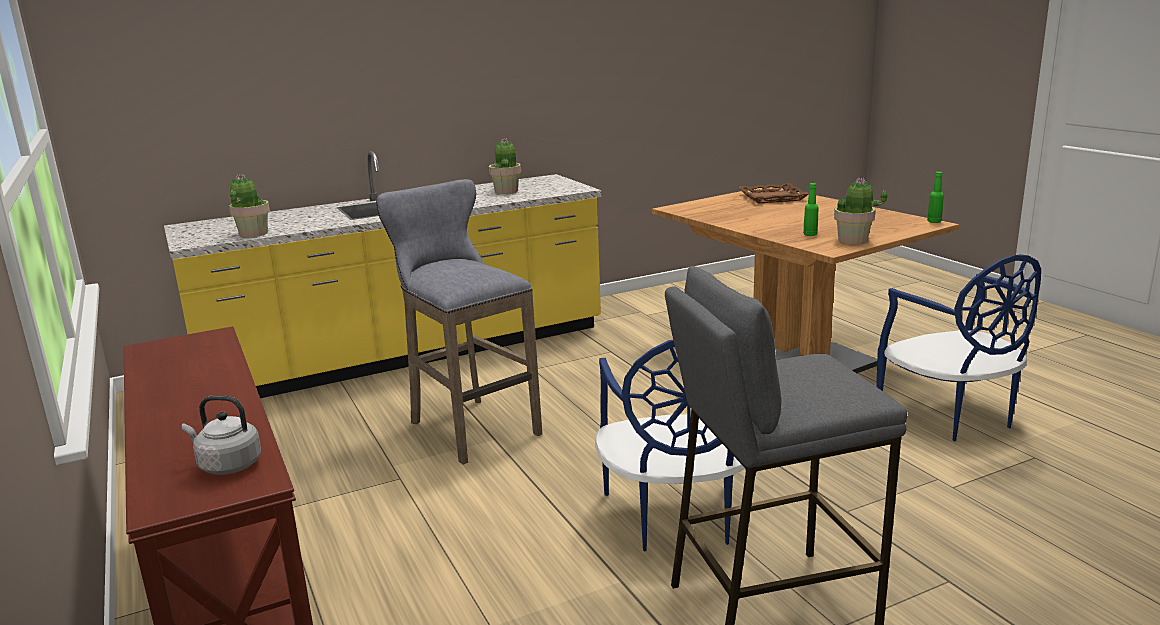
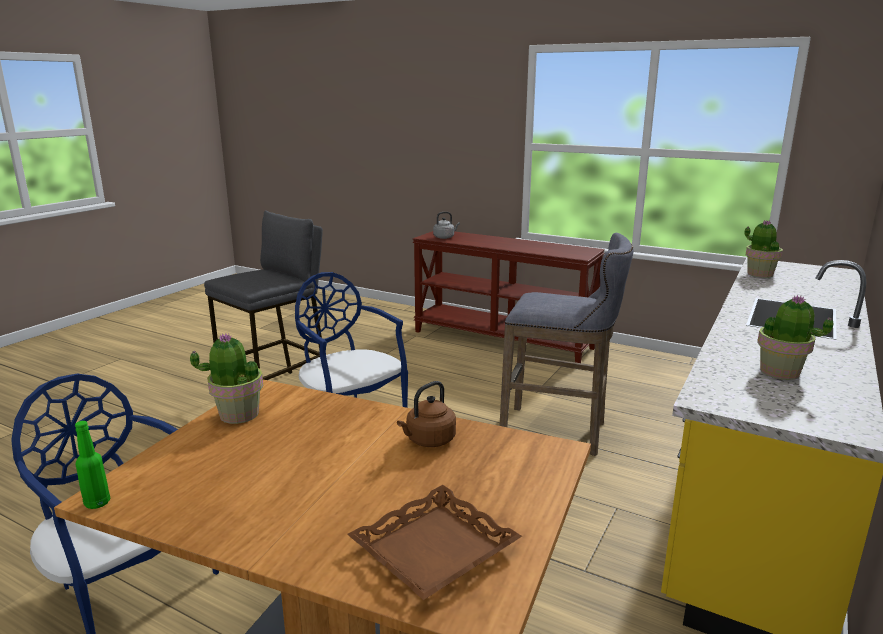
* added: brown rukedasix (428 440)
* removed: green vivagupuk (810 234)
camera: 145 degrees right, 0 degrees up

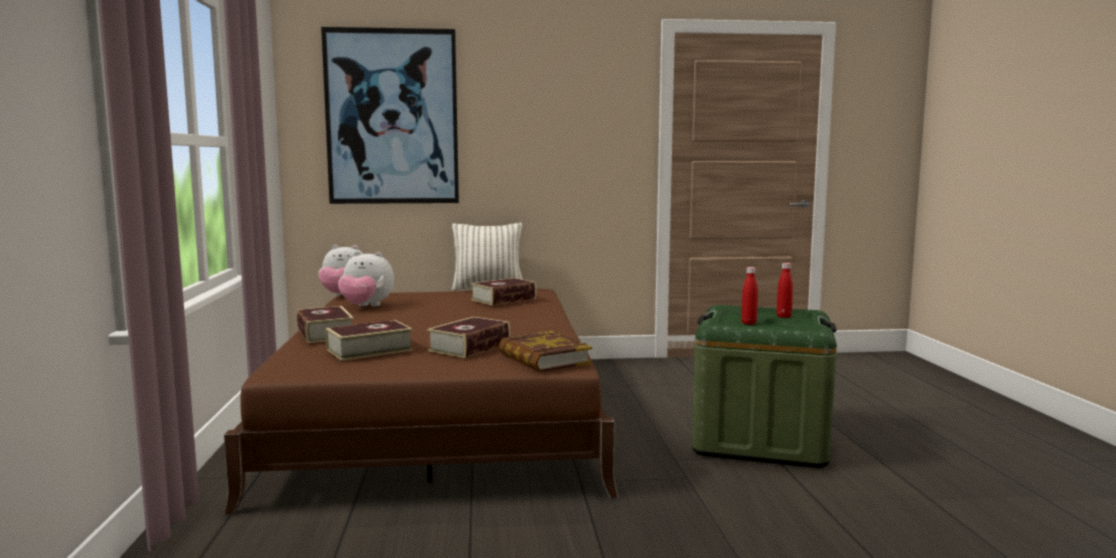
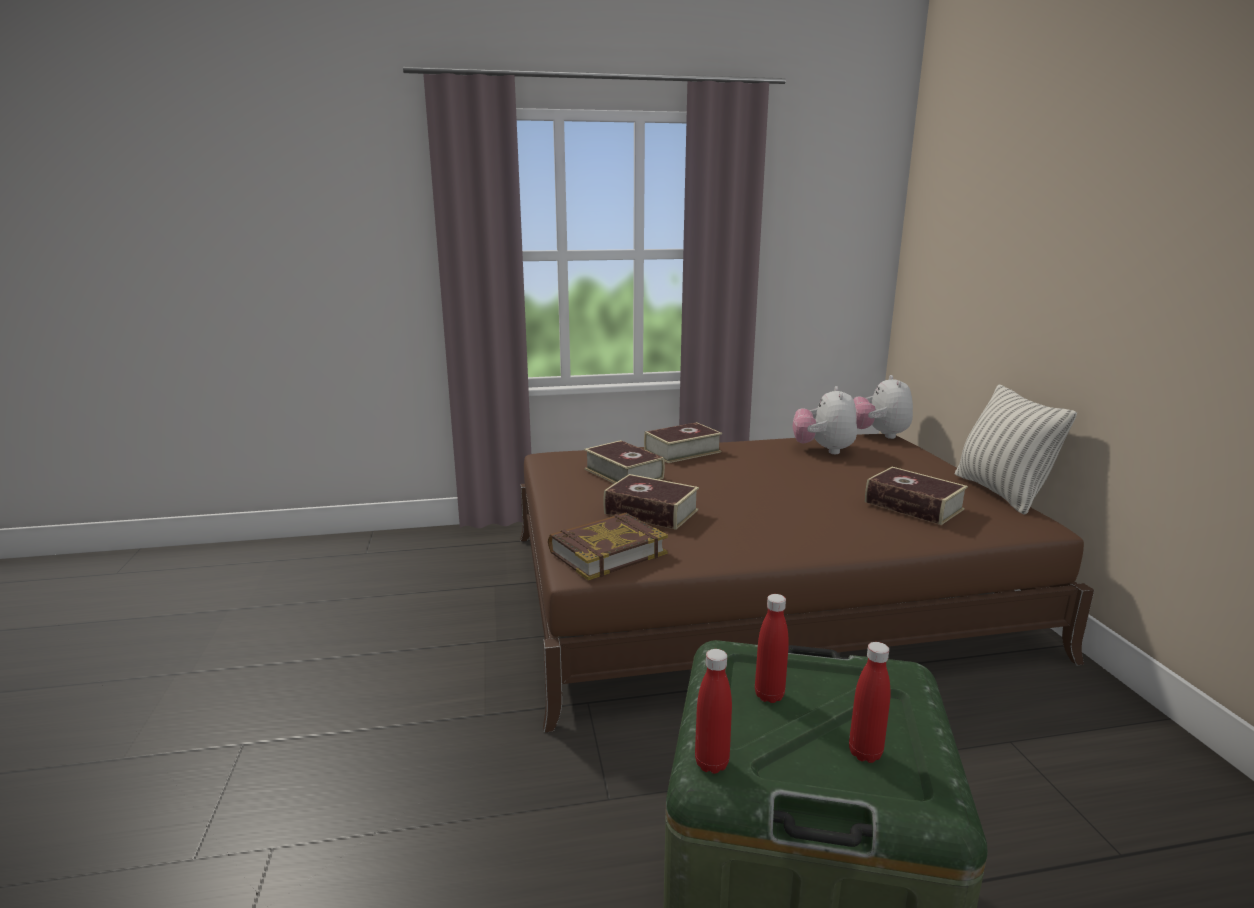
* added: red vivagupuk (711 763)
* removed: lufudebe (392 117)
camera: 85 degrees right, 10 degrees up

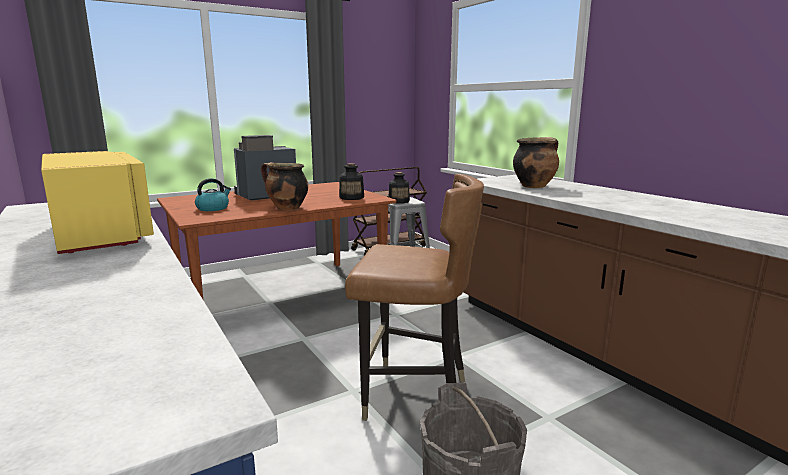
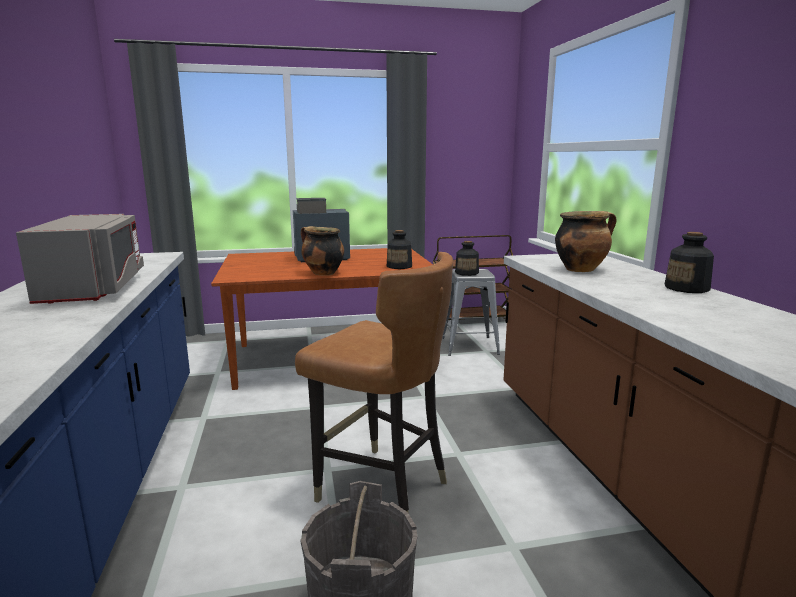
* recoloured: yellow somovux (101 235) to grey somovux (94 289)
* added: vivagupuk (687 288)
* removed: rukedasix (213 208)
camera: 20 degrees right, 0 degrees up

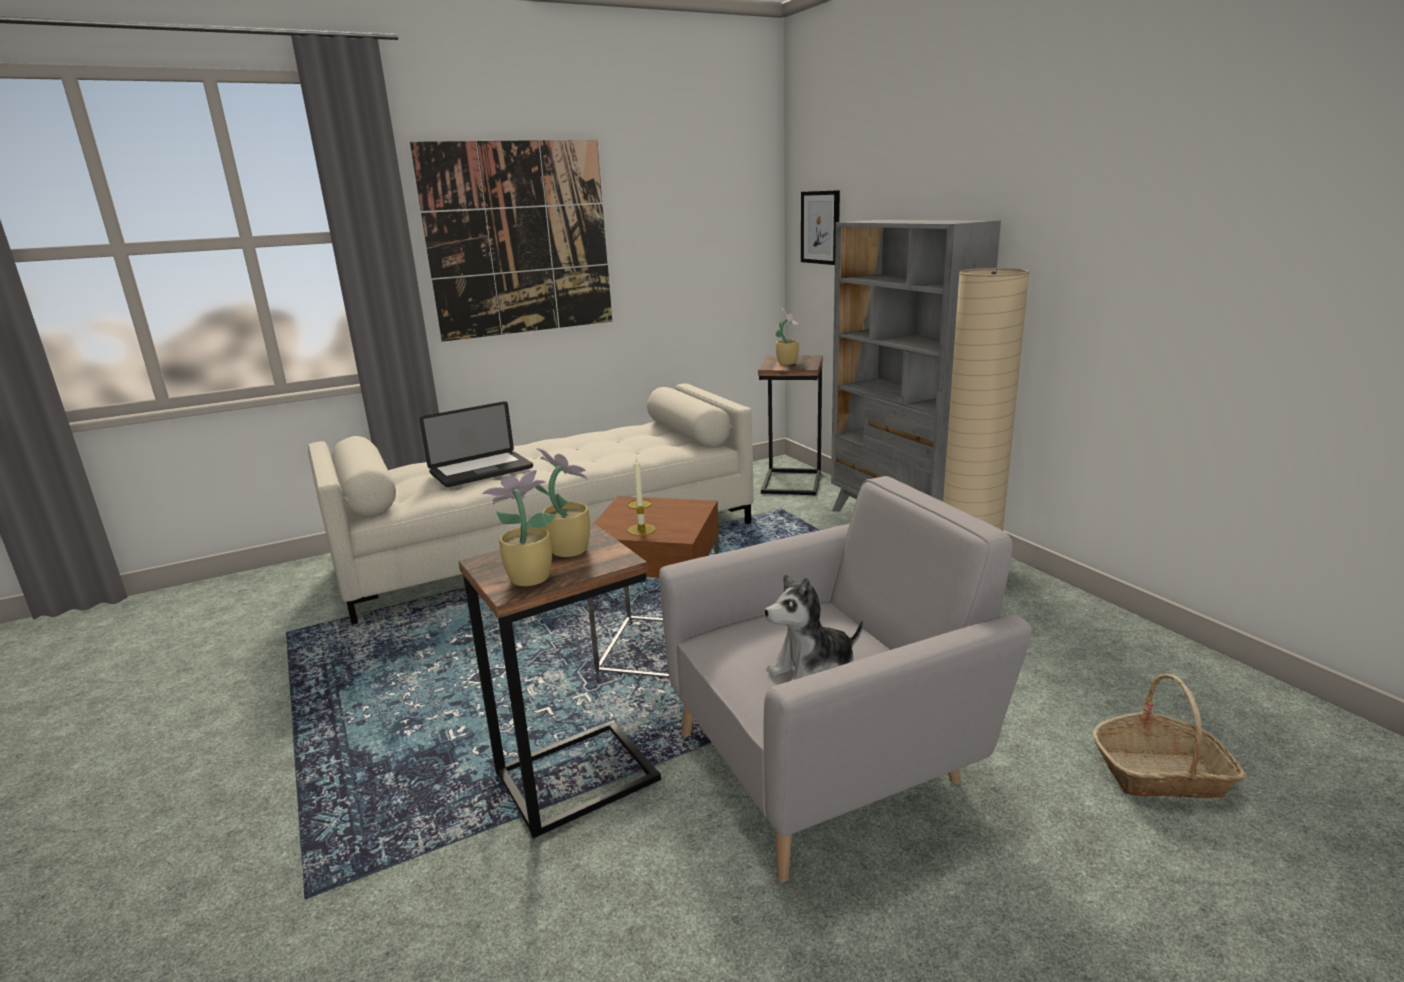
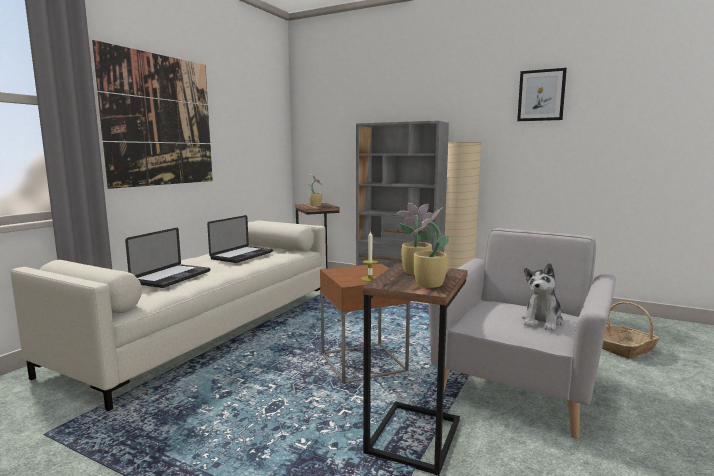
* added: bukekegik (242 255)
* moved: lufudebe (820 227) to (541 95)
camera: 35 degrees left, 10 degrees down

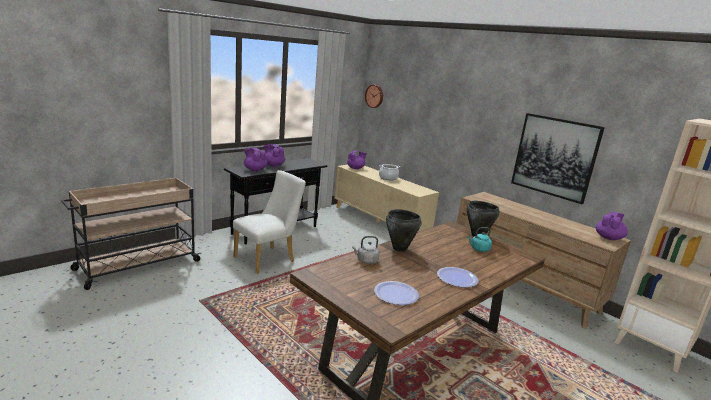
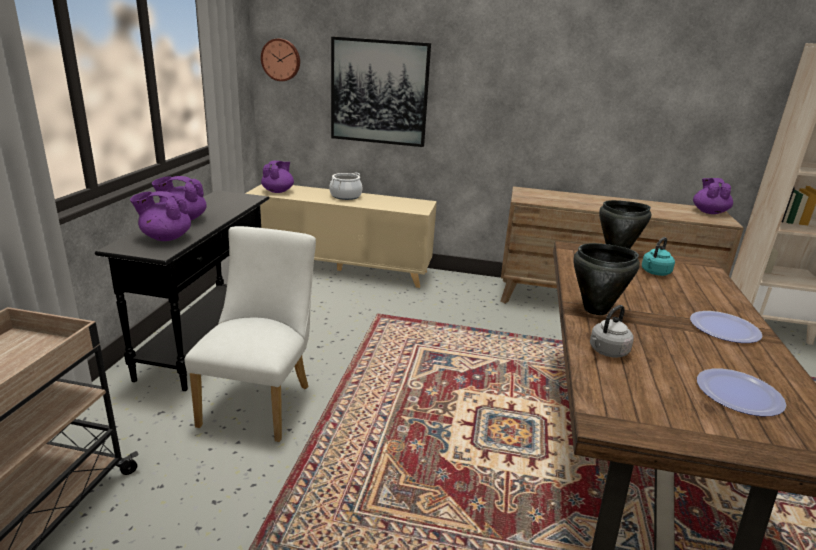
* moved: lufudebe (554 157) to (379 92)
camera: 35 degrees left, 5 degrees up

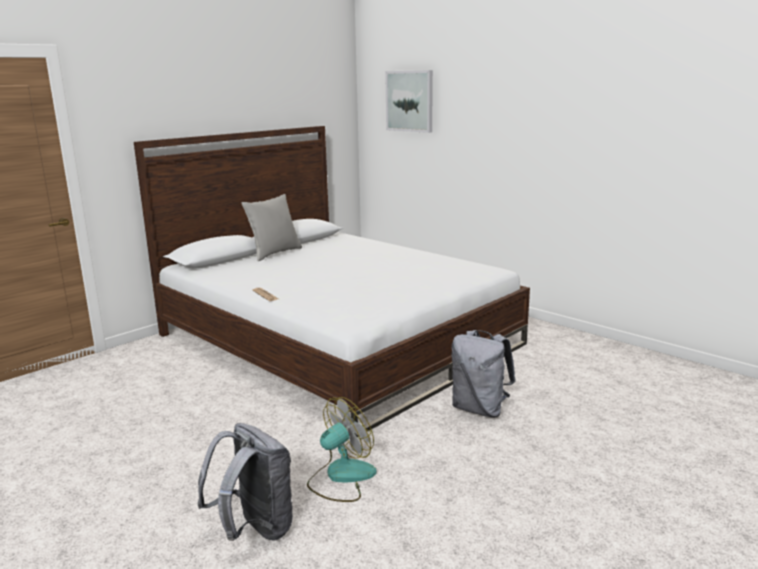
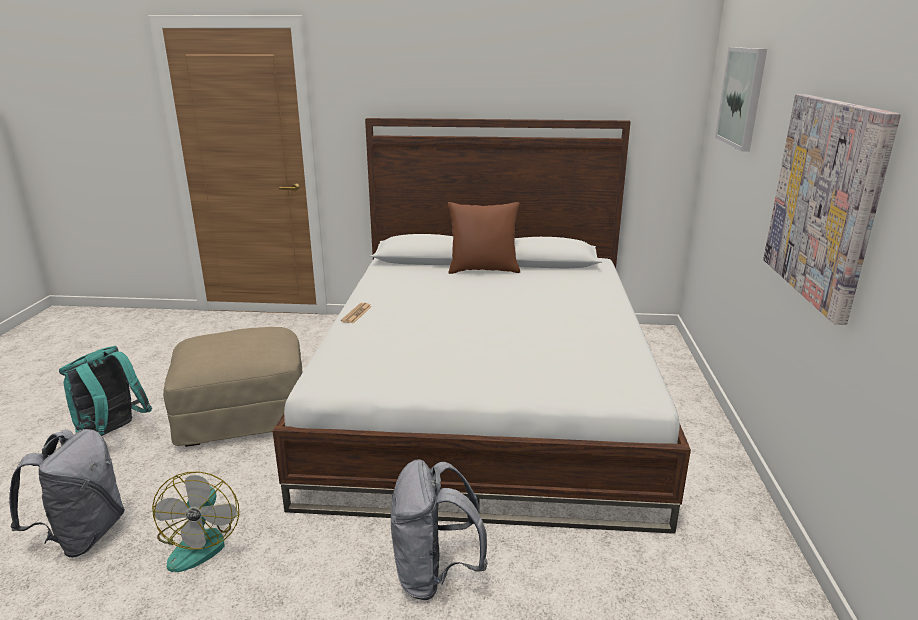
* added: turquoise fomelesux (112 433)
* turned: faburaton (341 477) = (200 541) 75 degrees clockwise
* added: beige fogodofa (244 415)
* recoloured: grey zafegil (274 253) to brown zafegil (483 270)
* added: lufudebe (825 200)
camera: 50 degrees right, 5 degrees up

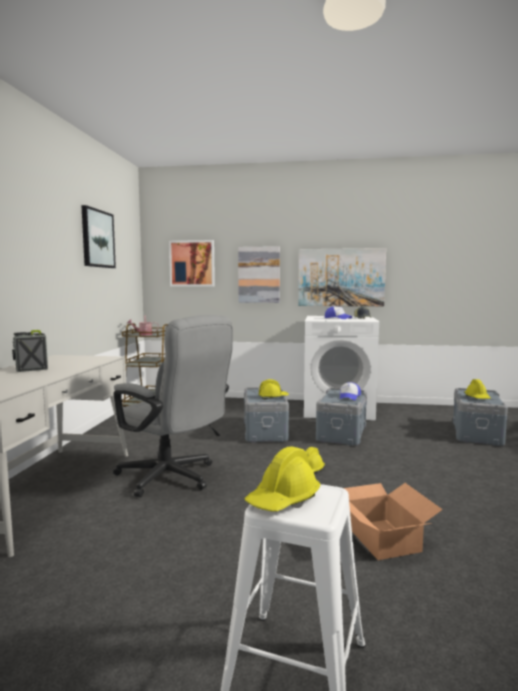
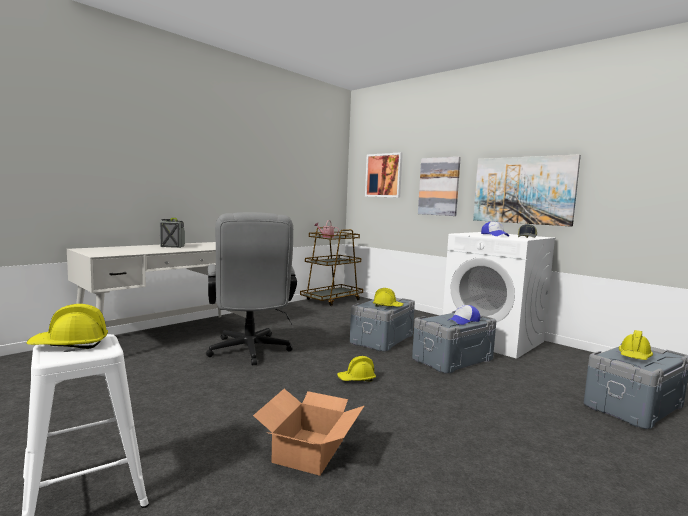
* removed: lufudebe (97 238)
camera: 35 degrees right, 0 degrees up

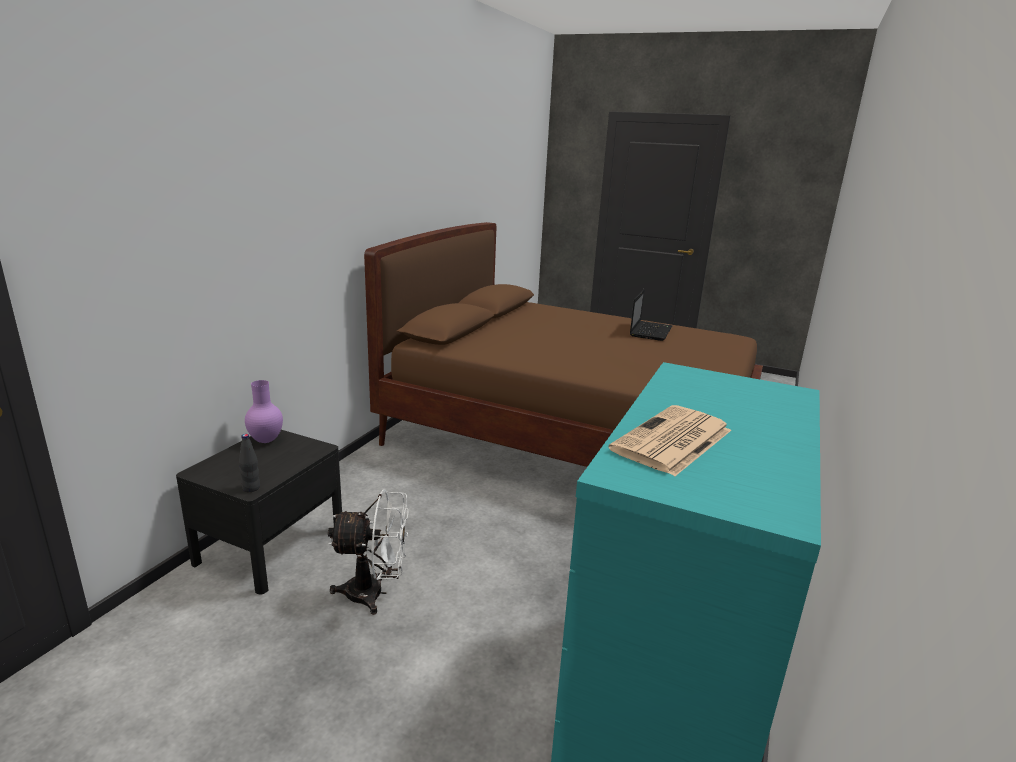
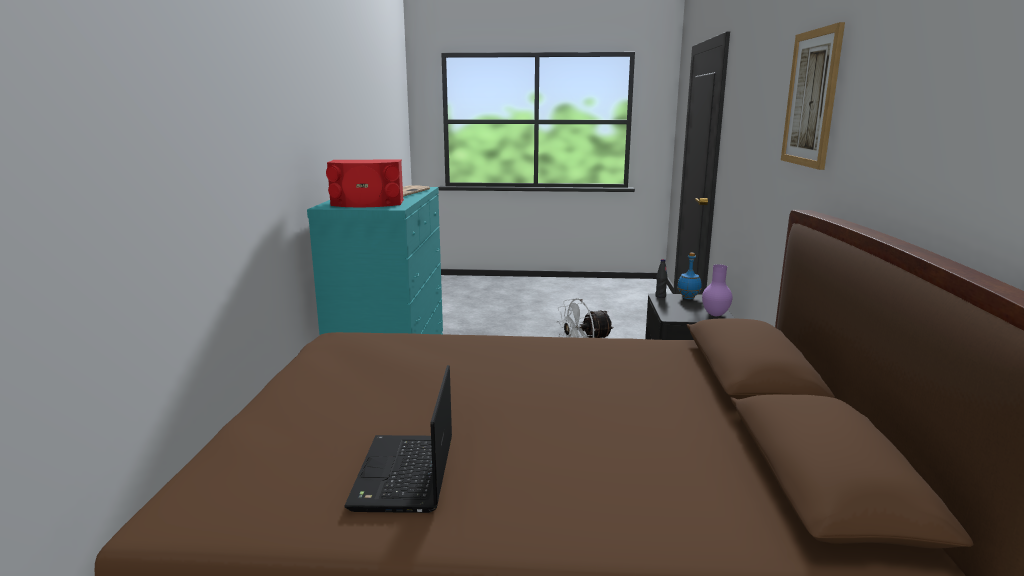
* added: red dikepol (367 203)
* added: blue vivagupuk (688 298)
* added: lufudebe (811 98)
camera: 160 degrees right, 5 degrees down

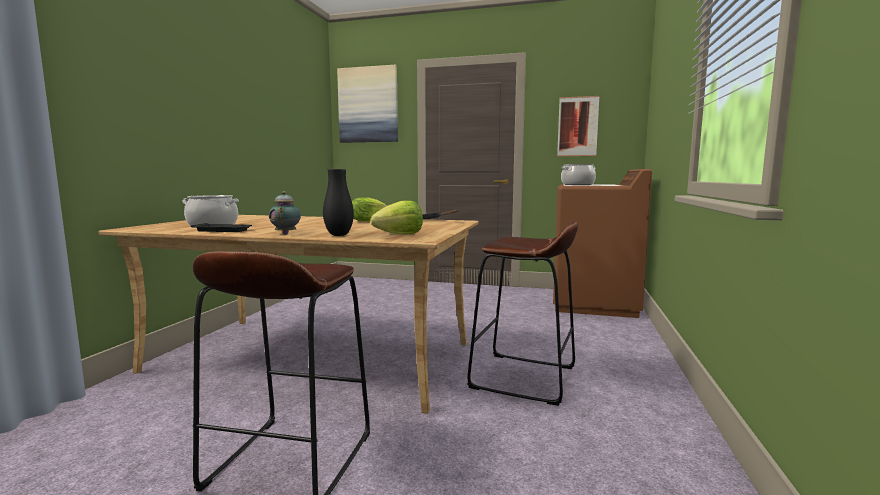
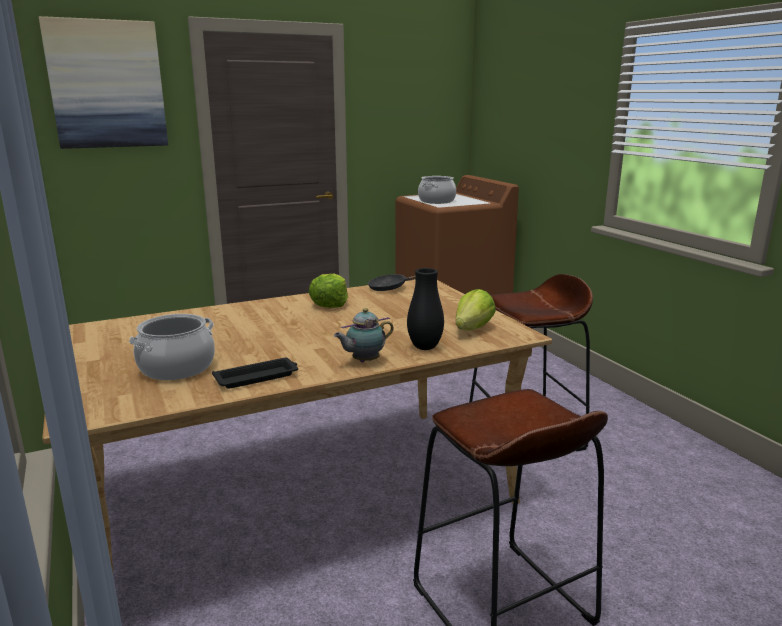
* turned: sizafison (286 234) = (364 361) 75 degrees counterclockwise
* removed: lufudebe (577 126)
camera: 40 degrees left, 10 degrees up

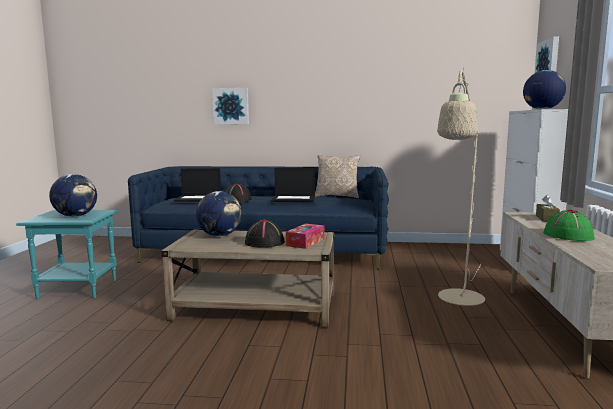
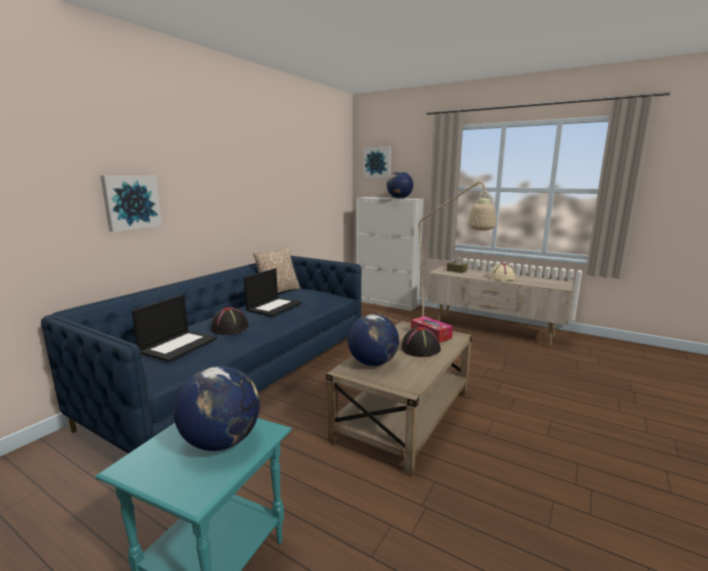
* recoloured: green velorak (568 236) to beige velorak (501 278)
camera: 65 degrees left, 5 degrees up

